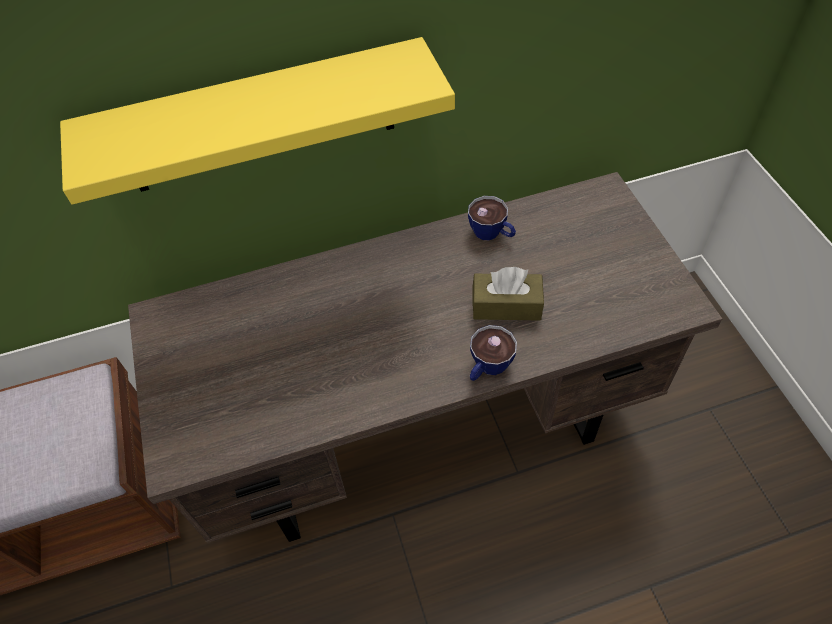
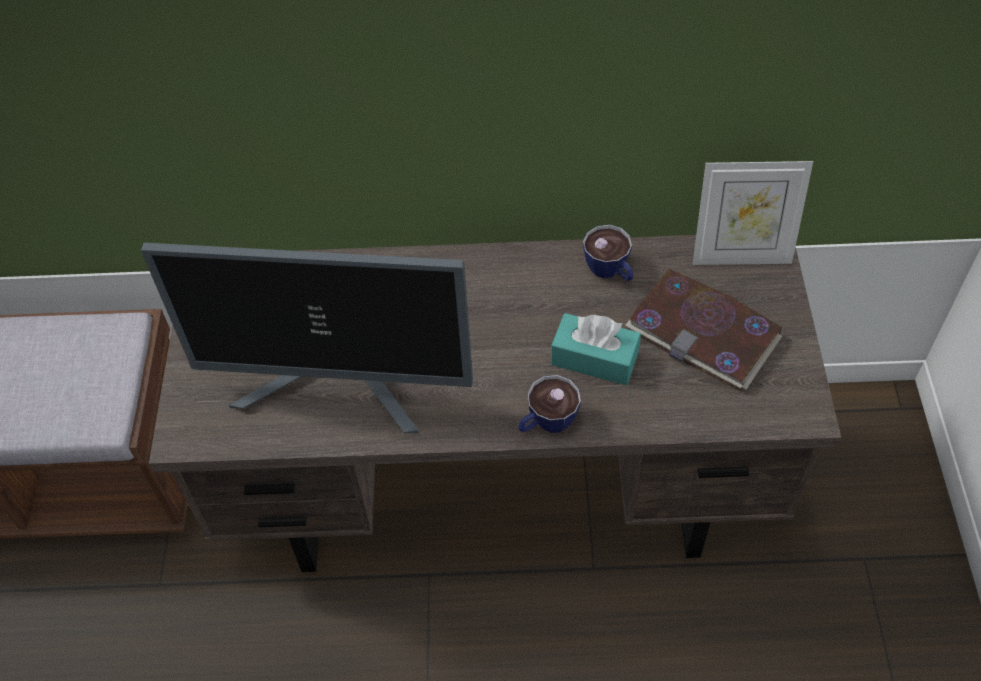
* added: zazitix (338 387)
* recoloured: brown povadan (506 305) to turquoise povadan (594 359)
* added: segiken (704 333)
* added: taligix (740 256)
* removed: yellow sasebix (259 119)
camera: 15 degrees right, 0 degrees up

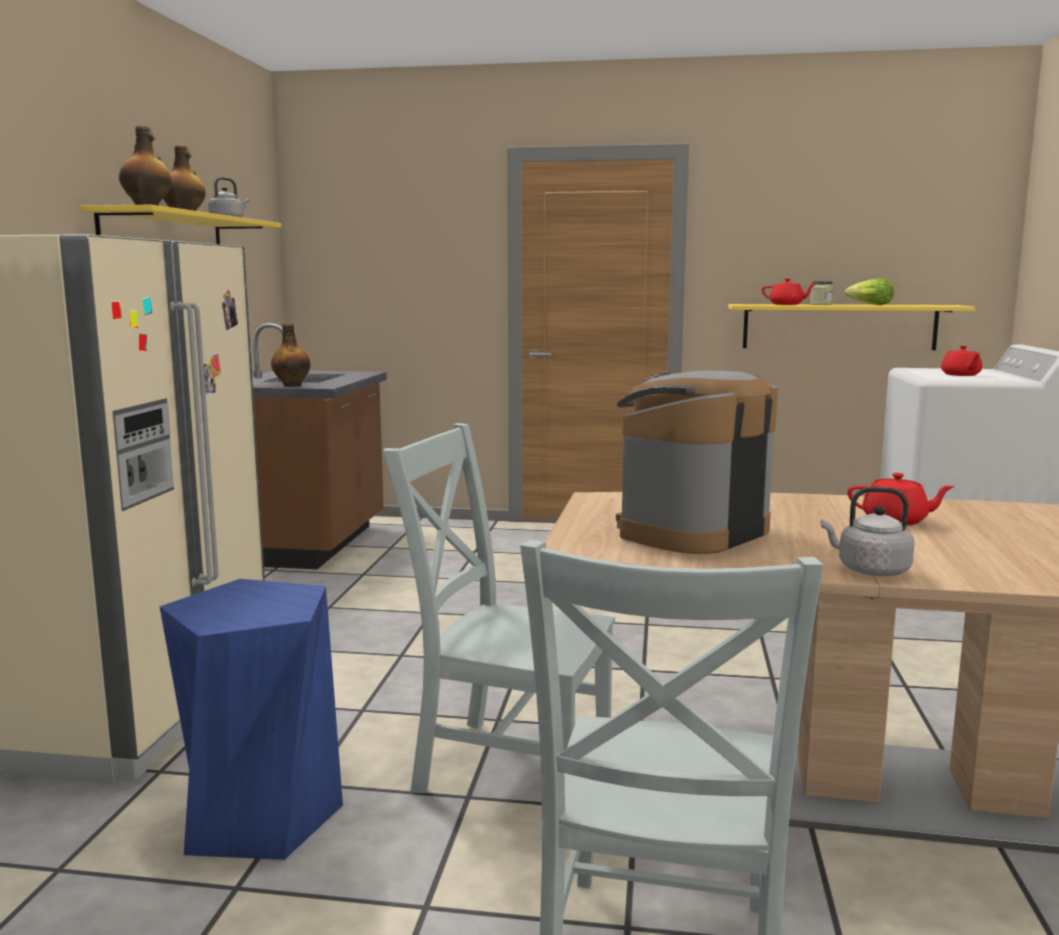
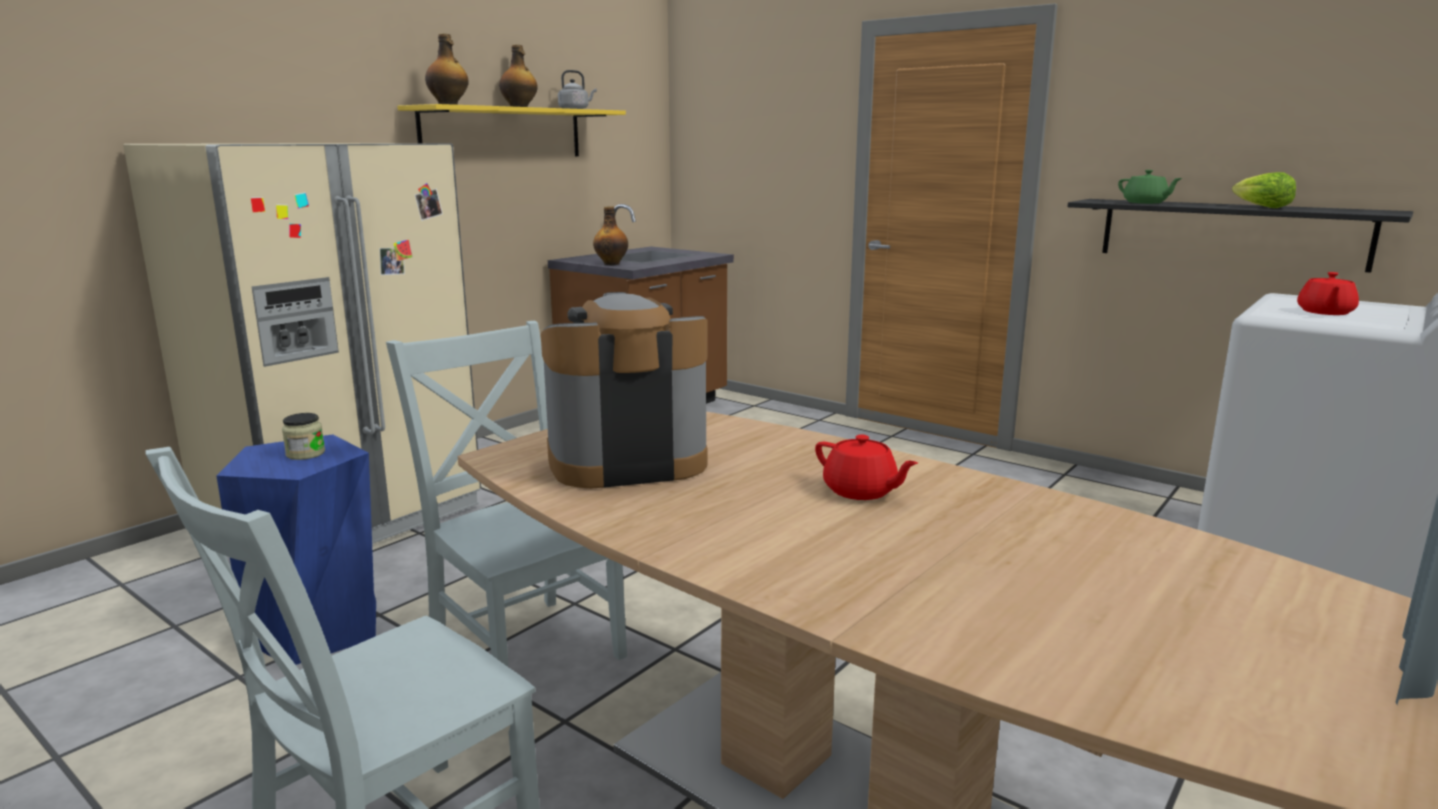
* moved: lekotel (821 304) to (305 454)
* recoloured: yellow sasebix (839 326) to black sasebix (1230 233)
* recoloured: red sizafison (787 304) to green sizafison (1145 203)
* removed: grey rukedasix (869 570)
camera: 30 degrees right, 5 degrees up

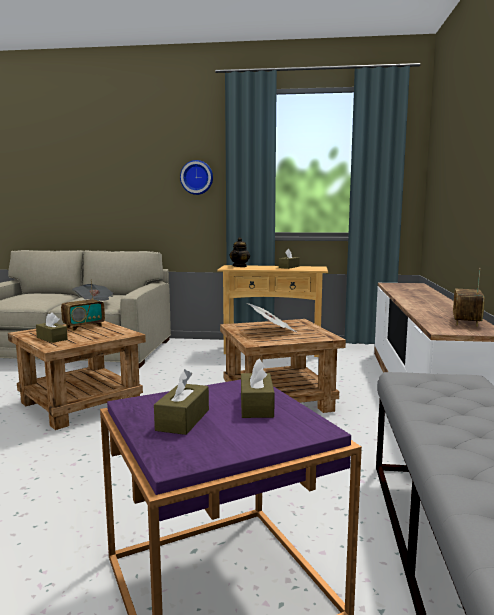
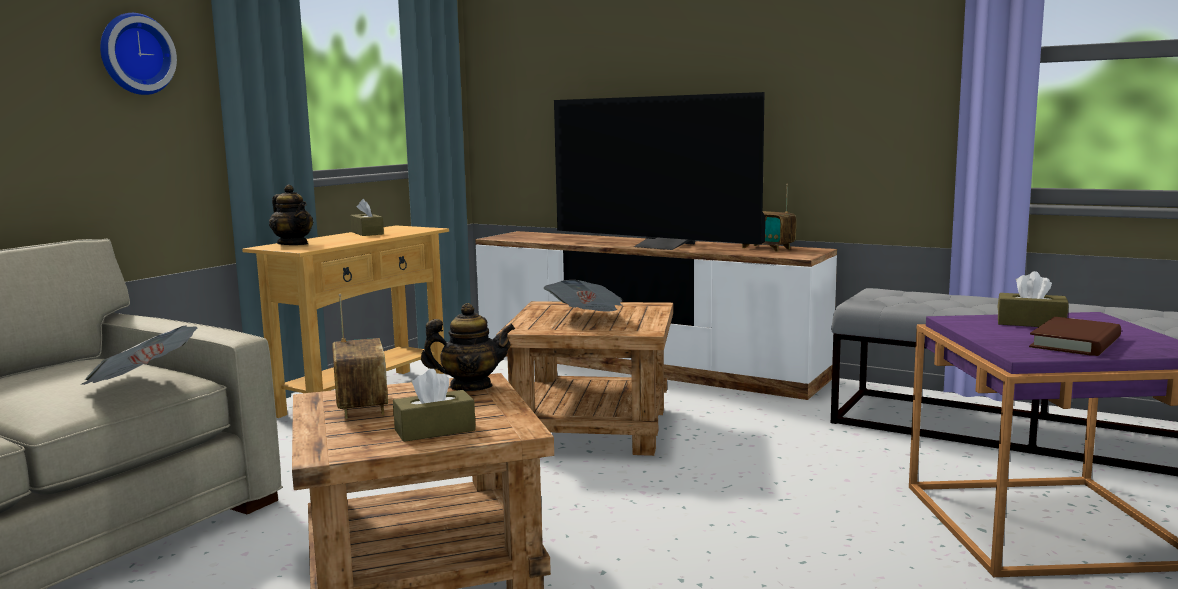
* added: sizafison (470 387)
* added: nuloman (660 246)
* replaced: brown povadan (183 420) to brown segiken (1075 342)
camera: 65 degrees left, 0 degrees up

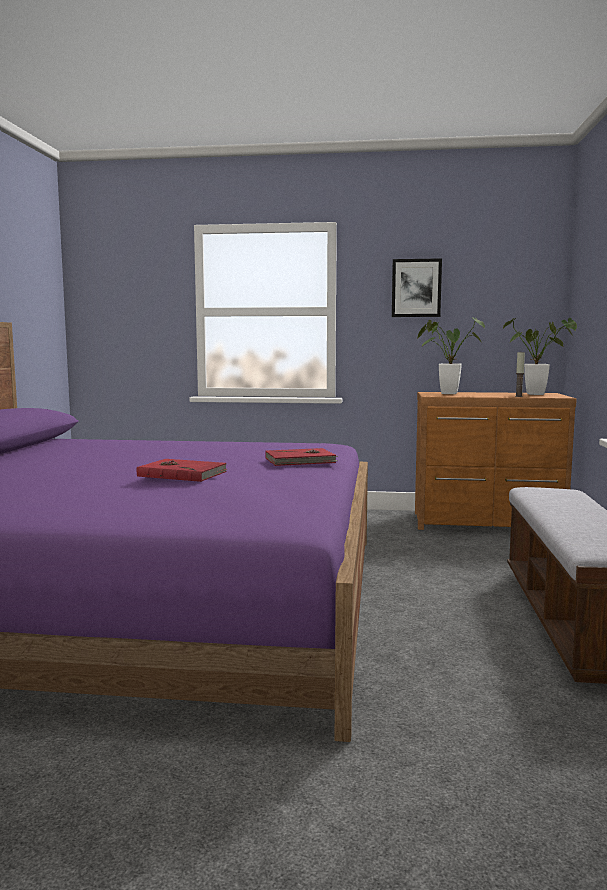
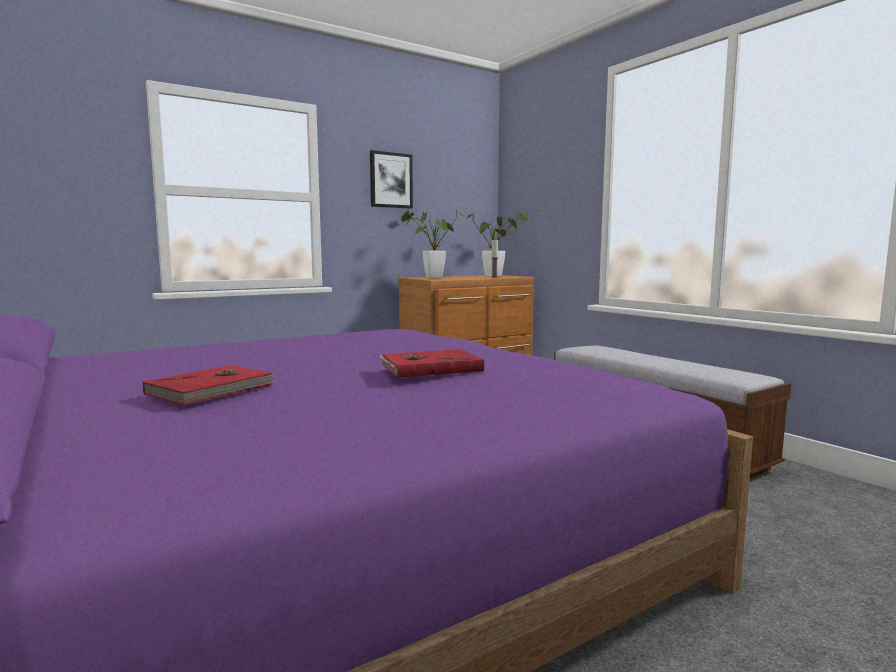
* moved: red segiken (301 461) to (212 389)
camera: 40 degrees left, 0 degrees up

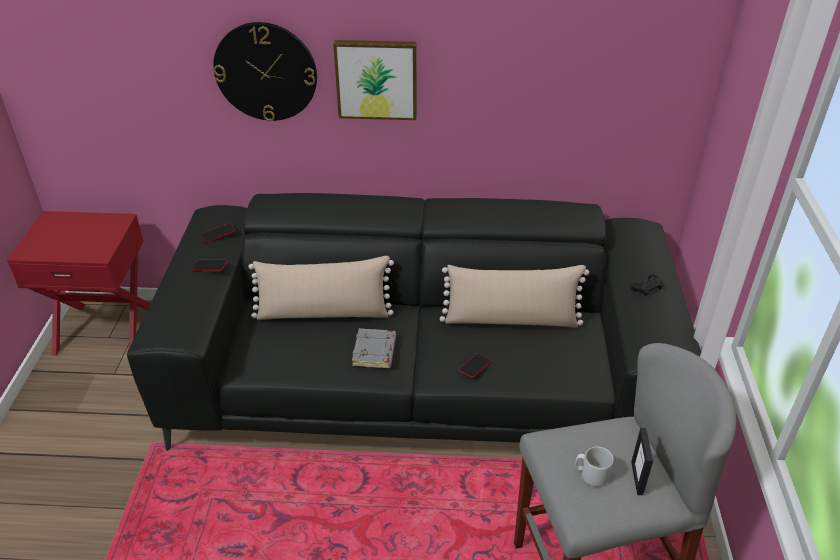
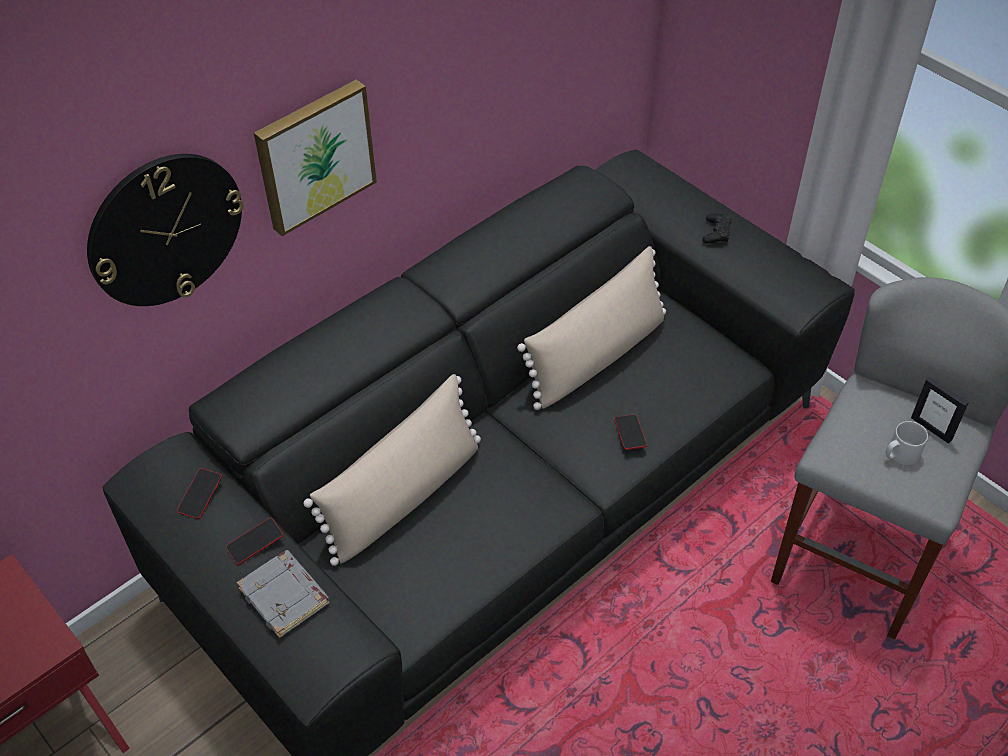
* moved: grey segiken (375 352) to (286 596)
camera: 45 degrees left, 10 degrees up

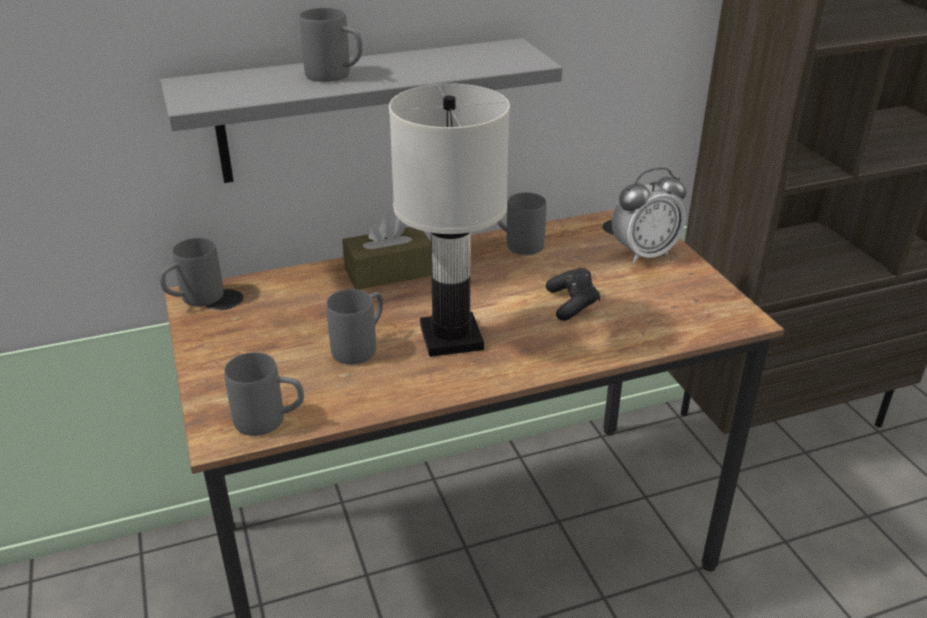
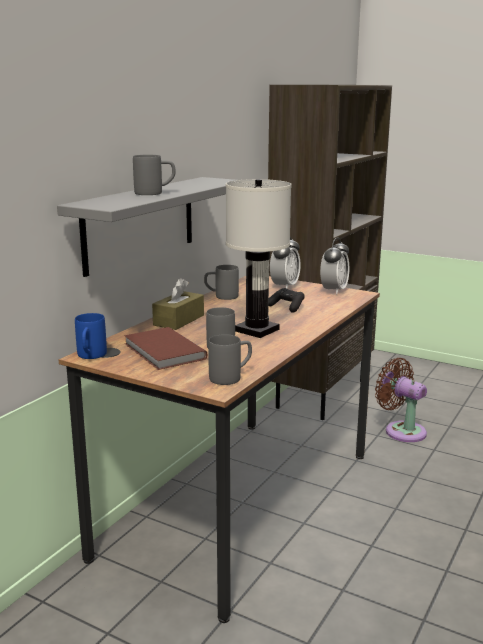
* recoloured: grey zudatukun (194 299) to blue zudatukun (90 356)
* added: brown segiken (163 352)
* added: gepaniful (334 290)
* added: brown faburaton (401 430)
camera: 40 degrees left, 15 degrees down

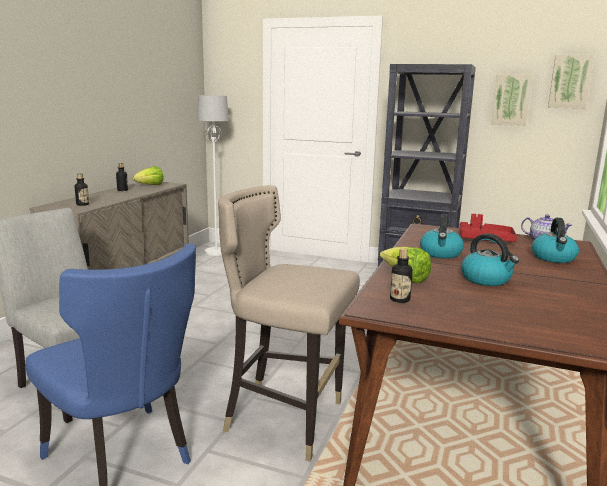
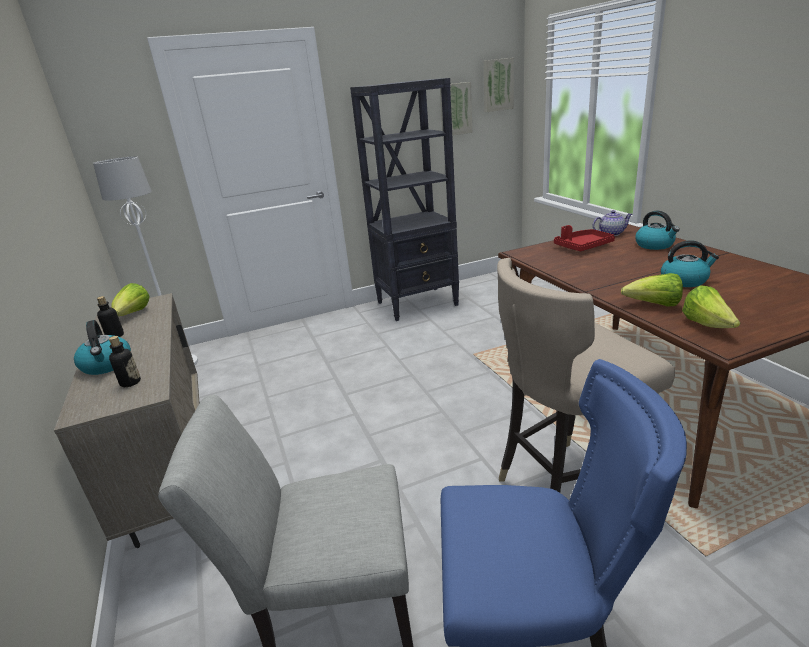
* moved: rukedasix (441 253) to (107 365)
* replaced: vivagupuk (400 299) to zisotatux (707 325)
camera: 40 degrees left, 10 degrees up

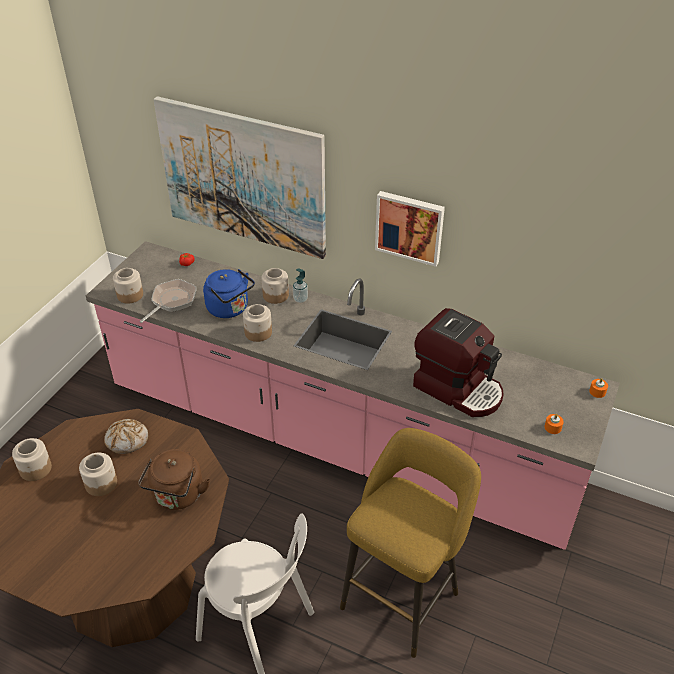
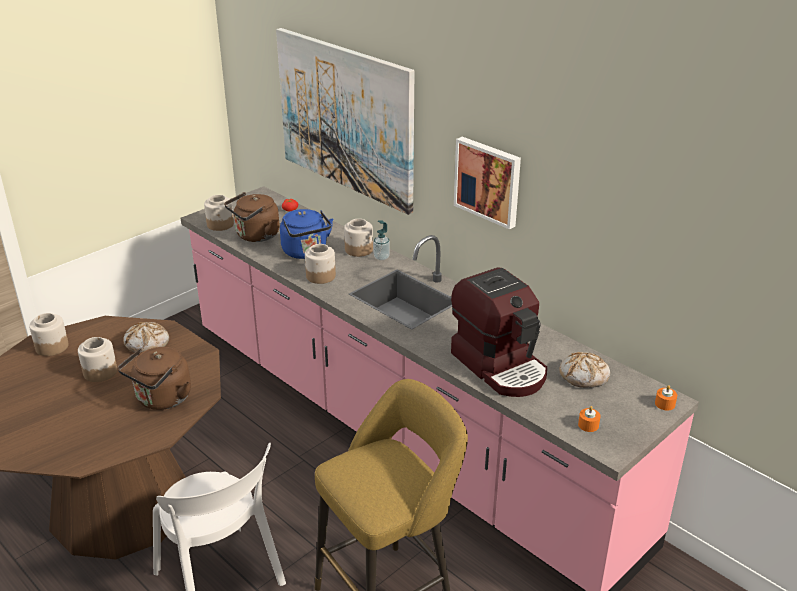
* replaced: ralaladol (172 301) to brown rukedasix (255 236)
* added: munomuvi (584 376)
camera: 20 degrees right, 10 degrees down

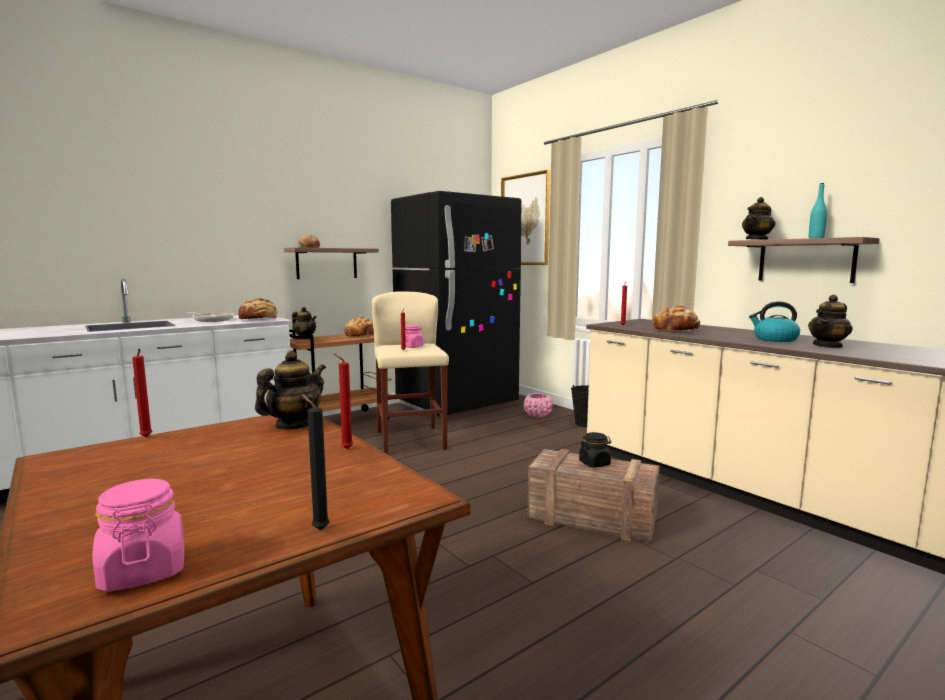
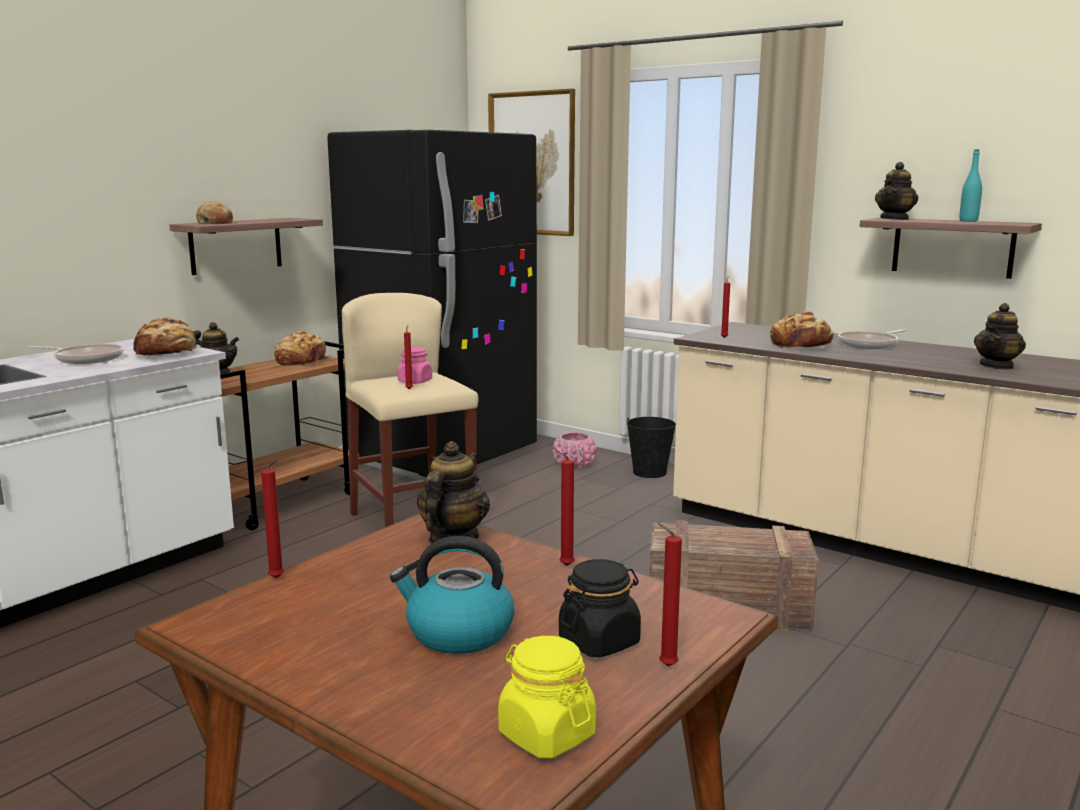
* moved: rukedasix (774 339) to (458 633)
* recoloured: pink lekotel (143 570) to yellow lekotel (546 734)
* moved: black lekotel (594 463) to (599 641)
* recoloured: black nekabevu (318 529) to red nekabevu (665 666)
* added: ralaladol (870 344)
camera: 15 degrees left, 5 degrees up

